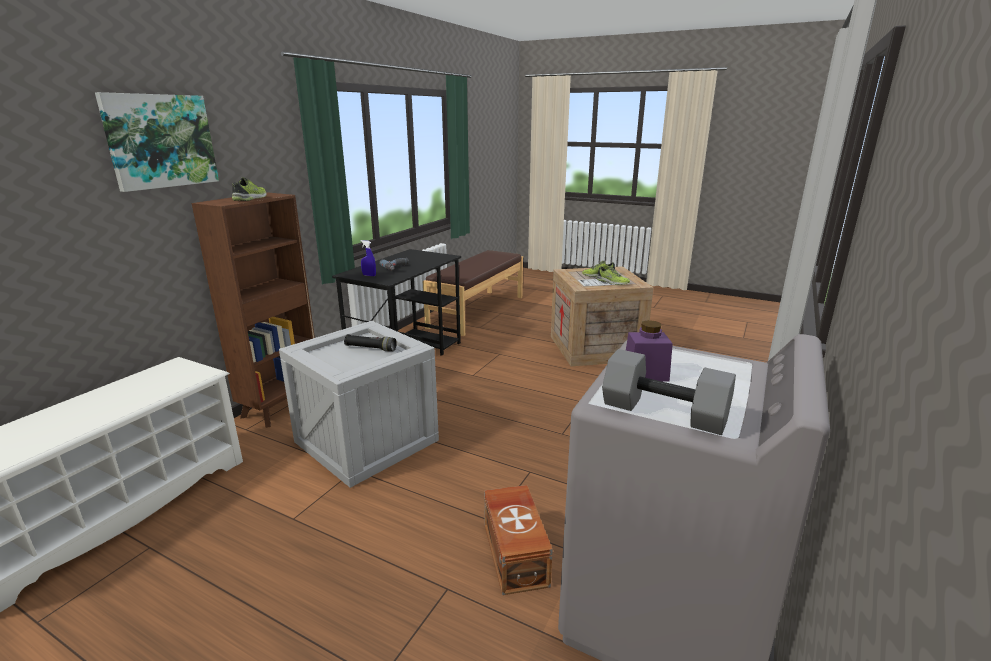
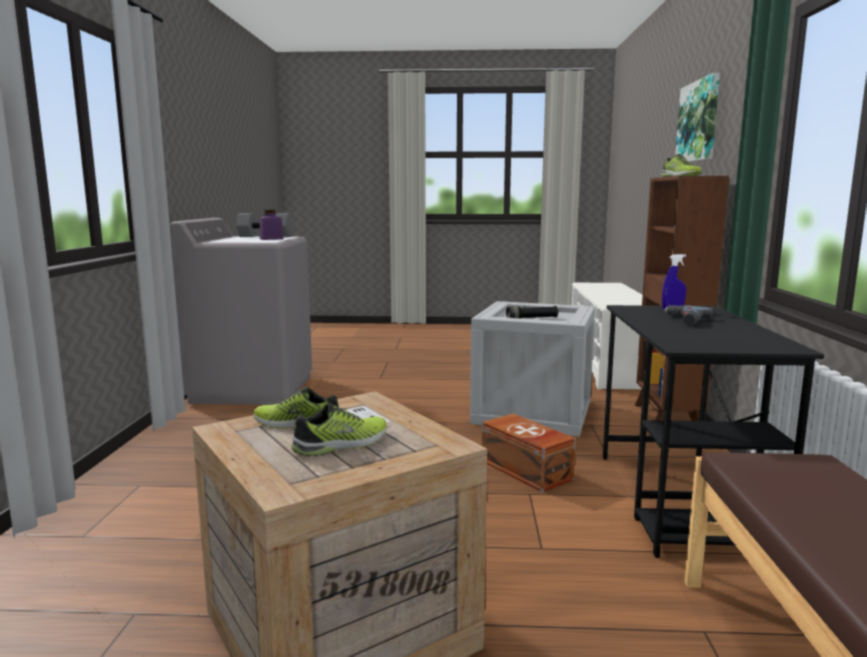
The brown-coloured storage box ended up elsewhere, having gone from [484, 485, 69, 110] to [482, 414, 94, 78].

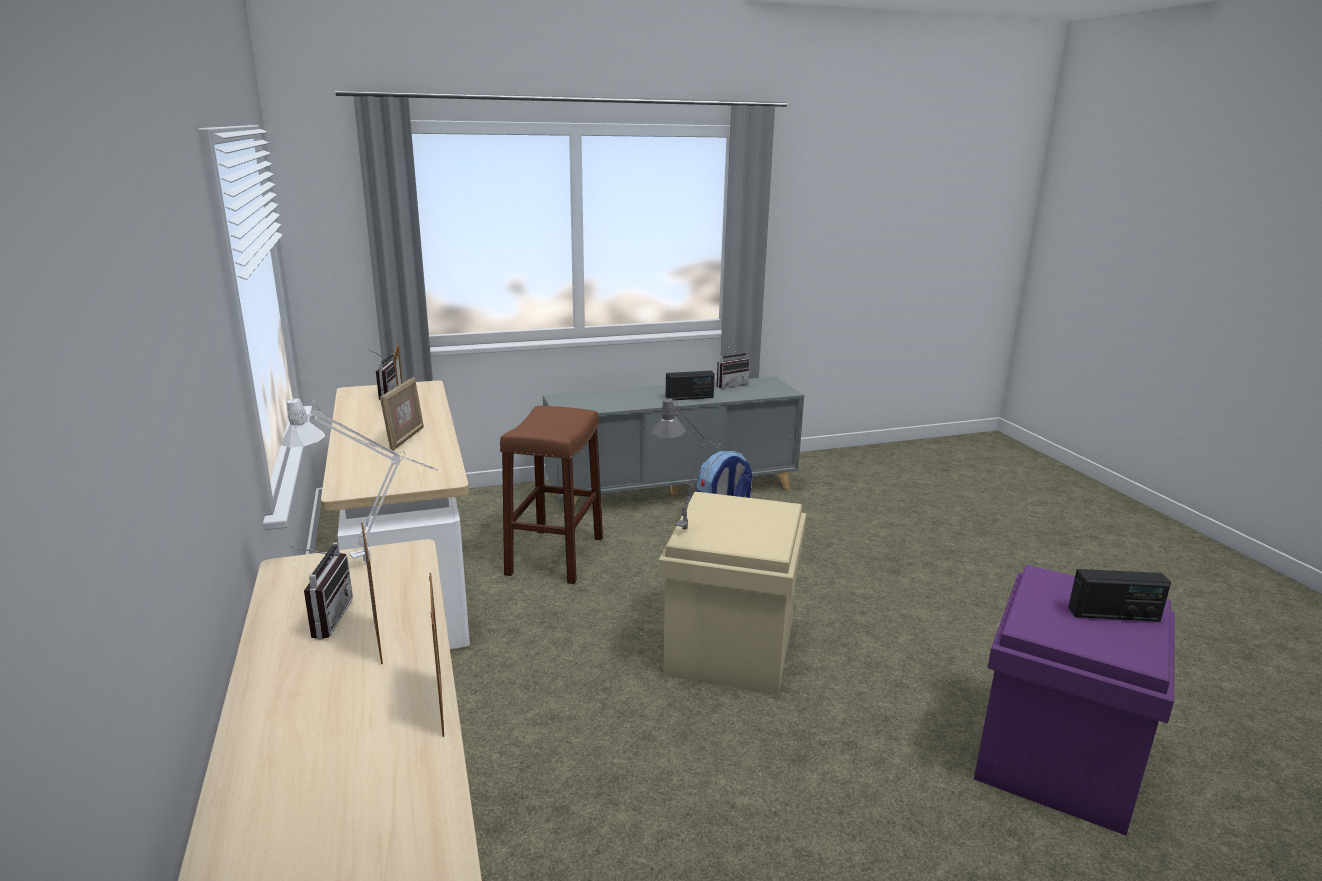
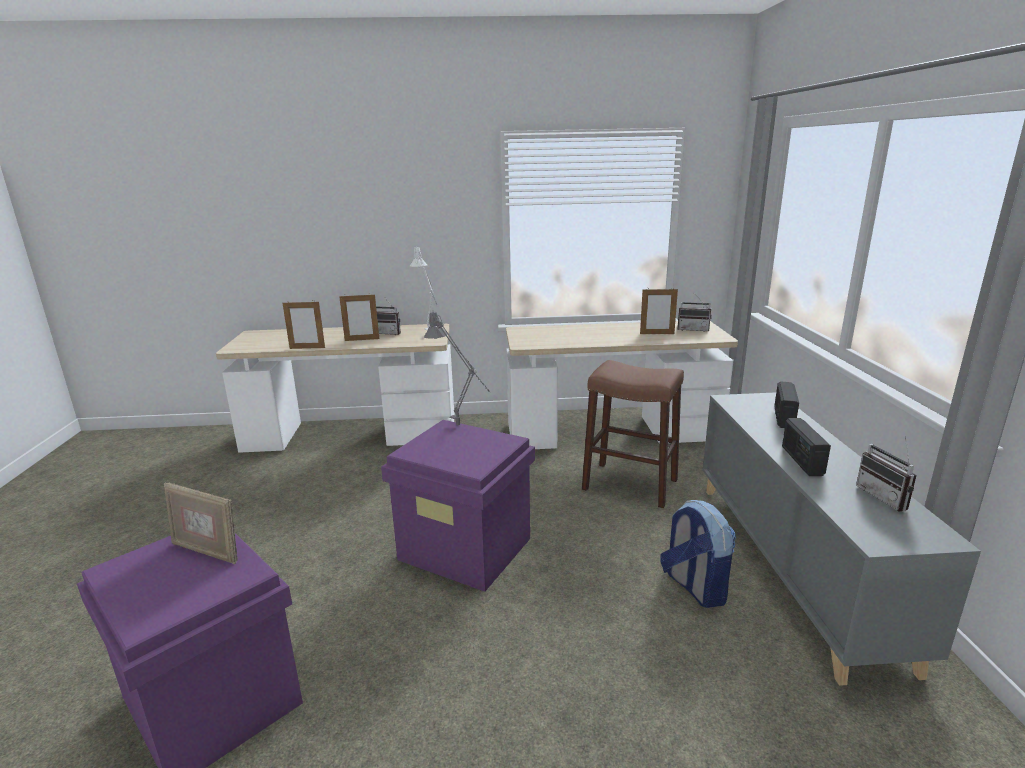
The picture frame ended up elsewhere, having gone from [380, 377, 44, 74] to [164, 483, 74, 81].
The radio ended up elsewhere, having gone from [1068, 569, 103, 53] to [774, 381, 25, 47].
What was the sand-coloured storage box at [659, 491, 147, 204] turned into the purplish storage box at [381, 420, 154, 172].

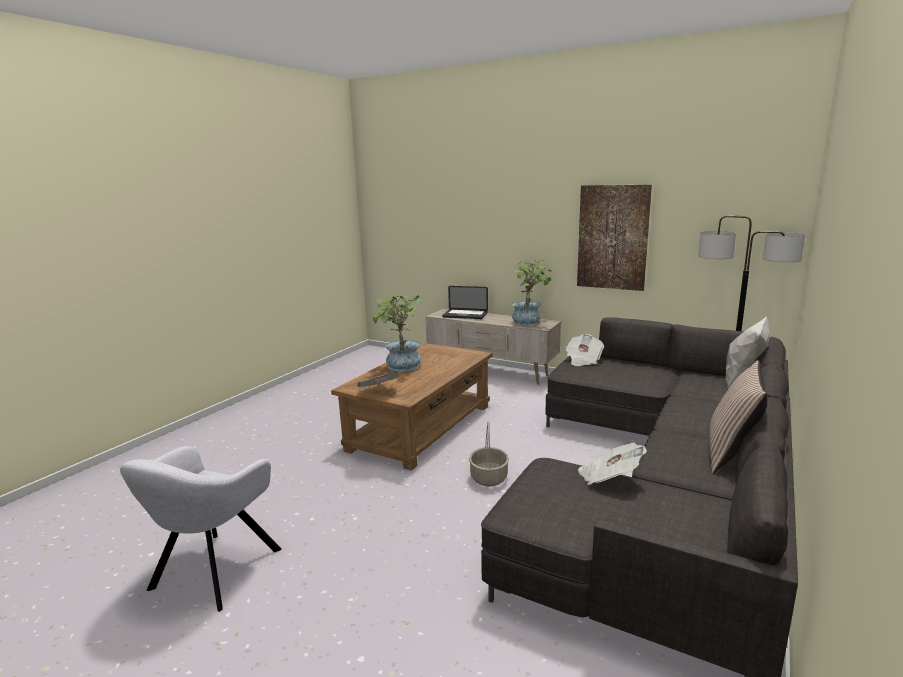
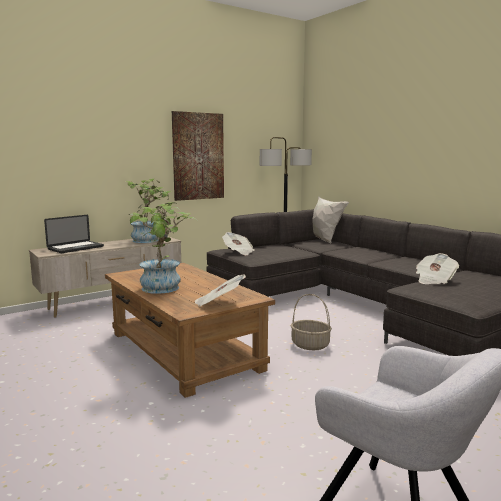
The second view lost the pillow at [709, 360, 58, 114].

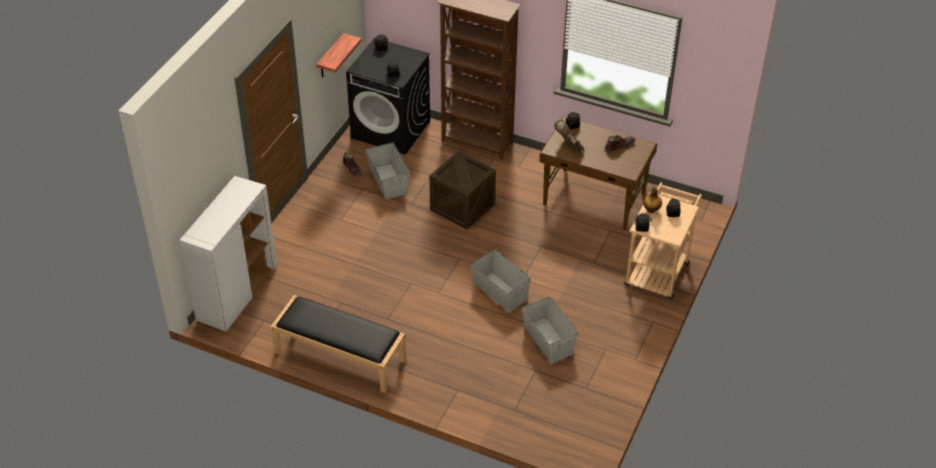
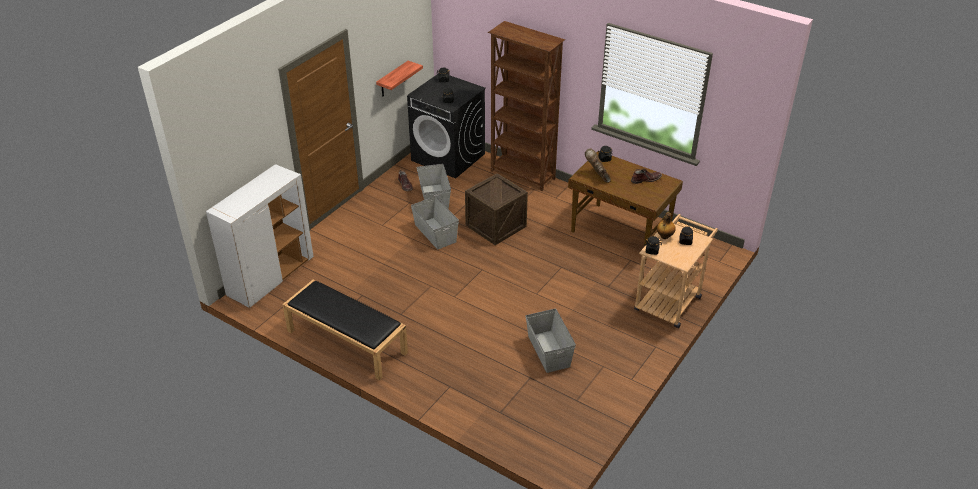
The greyish storage box ended up elsewhere, having gone from [471, 250, 60, 62] to [411, 196, 48, 53].

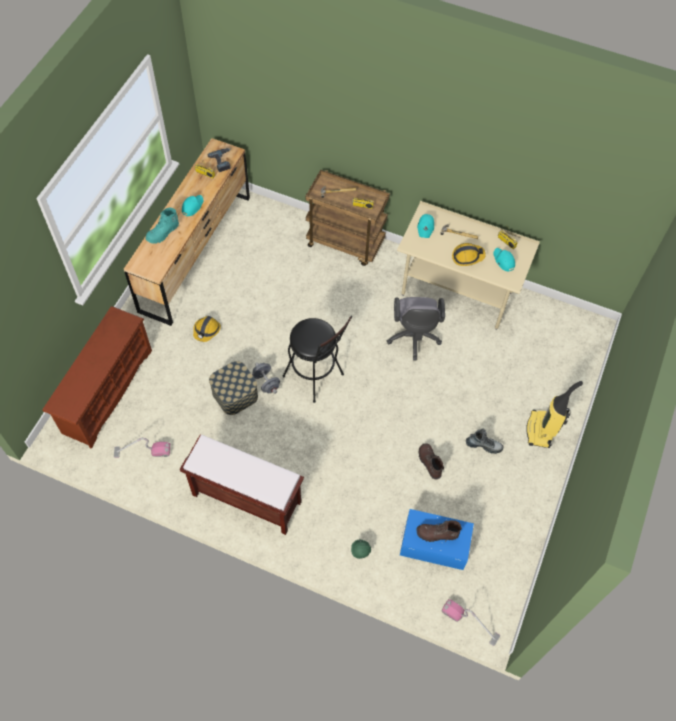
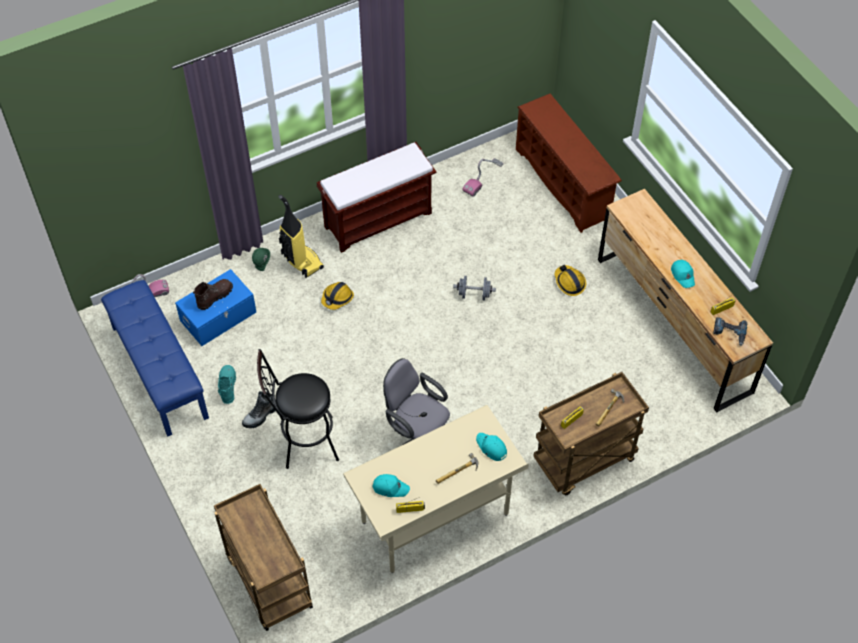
The second view lost the storage box at [209, 361, 49, 54].
The second view lost the brown-coloured high-top boot at [419, 443, 25, 36].
The second view gained the blue-coloured indoor bench at [101, 280, 108, 157].
The second view gained the brown-coloured cart at [214, 484, 99, 147].
The turquoise high-top boot ended up elsewhere, having gone from [145, 208, 34, 36] to [217, 365, 19, 39].
The black-coloured sitting stool ended up elsewhere, having gone from [283, 315, 69, 88] to [257, 349, 82, 120].
The hard hat ended up elsewhere, having gone from [452, 243, 34, 23] to [321, 282, 33, 28].
The vacuum cleaner ended up elsewhere, having gone from [526, 381, 57, 67] to [278, 195, 46, 83].

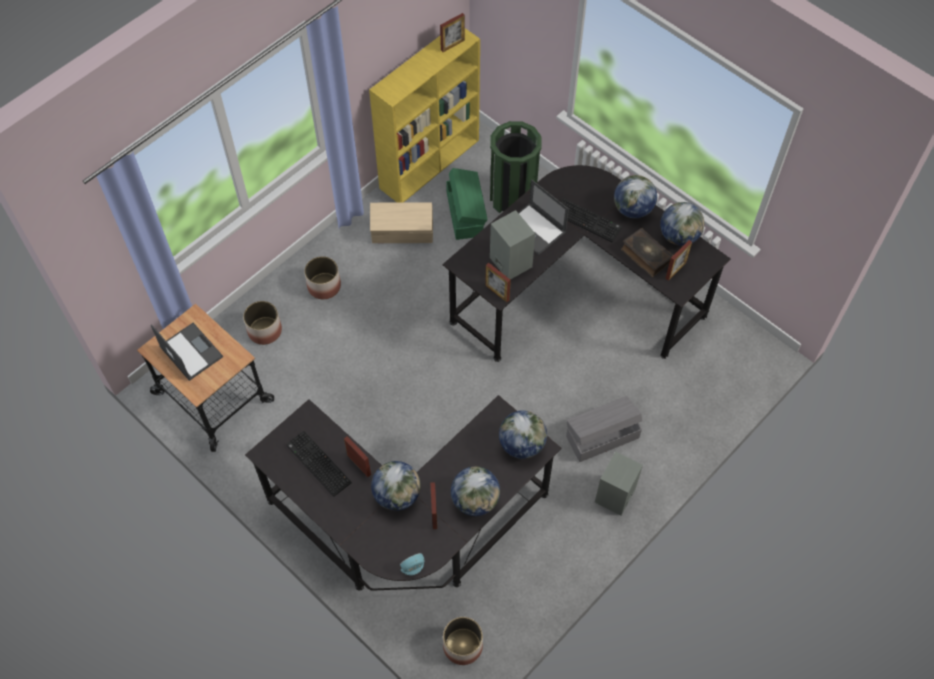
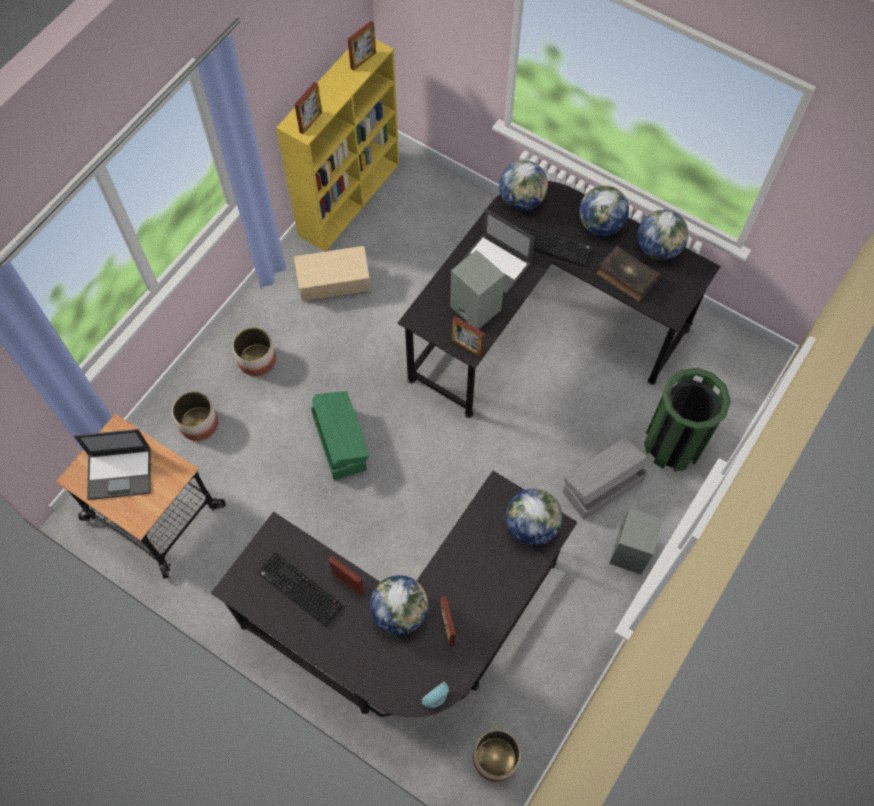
The greenish storage box ended up elsewhere, having gone from [446, 168, 42, 72] to [310, 391, 60, 89].
The world globe ended up elsewhere, having gone from [451, 466, 49, 50] to [499, 160, 49, 50].
The greenish waste bin ended up elsewhere, having gone from [490, 121, 52, 92] to [644, 368, 87, 103].
The picture frame ended up elsewhere, having gone from [665, 240, 27, 41] to [295, 82, 27, 52].
The laptop at [151, 323, 72, 58] ended up facing another way, 135 degrees clockwise from before.

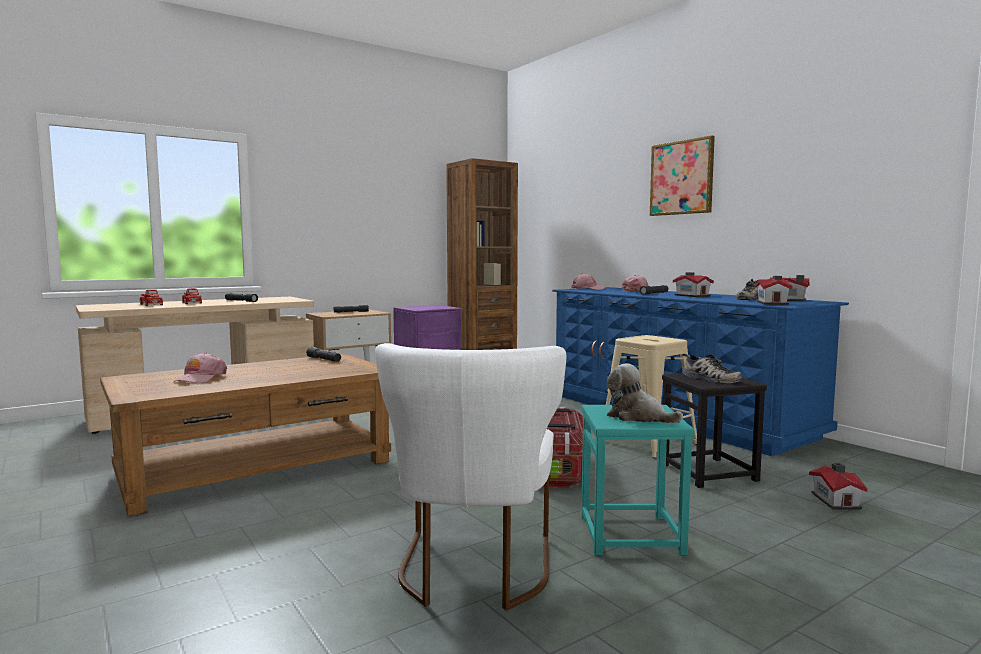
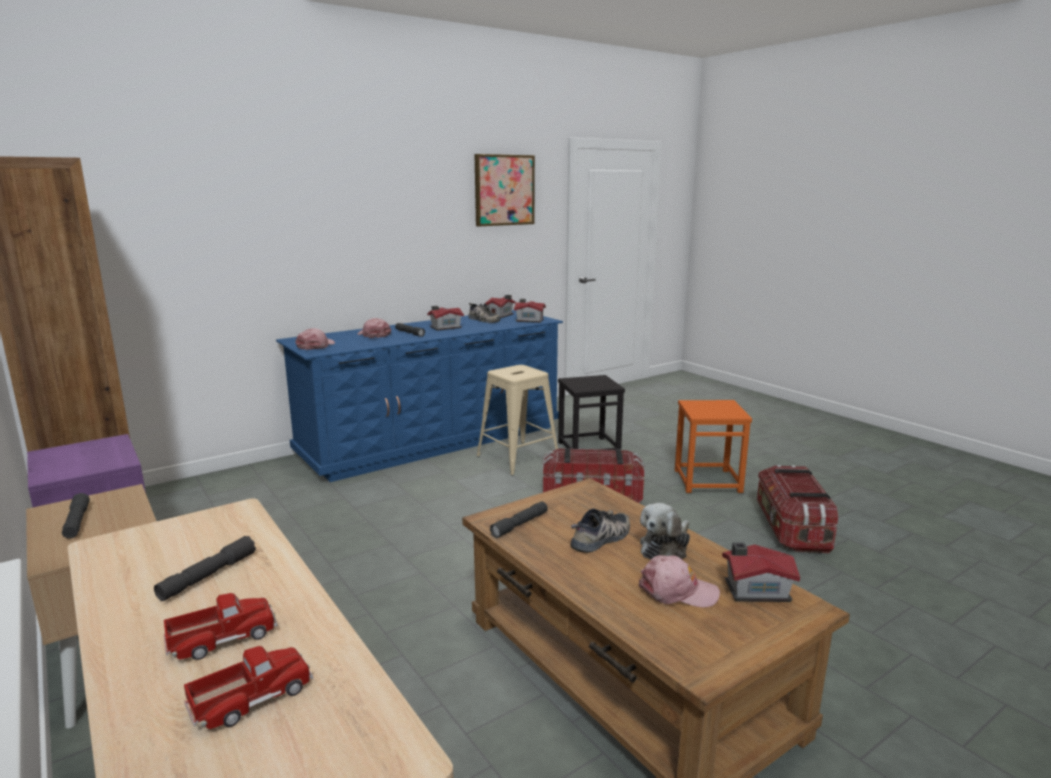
The soft toy ended up elsewhere, having gone from [606, 363, 77, 60] to [640, 503, 50, 56].
The wall art ended up elsewhere, having gone from [650, 135, 65, 81] to [474, 154, 61, 72].
The shoe ended up elsewhere, having gone from [682, 354, 60, 29] to [571, 508, 59, 45].
The miniature house ended up elsewhere, having gone from [809, 463, 59, 47] to [722, 542, 78, 60].
Where the whitish upright chair stood at [375, 343, 191, 268], the storage box came to stand at [757, 465, 81, 88].
What was the turquoise sitting stool at [581, 405, 114, 150] turned into the orange sitting stool at [675, 400, 77, 93].

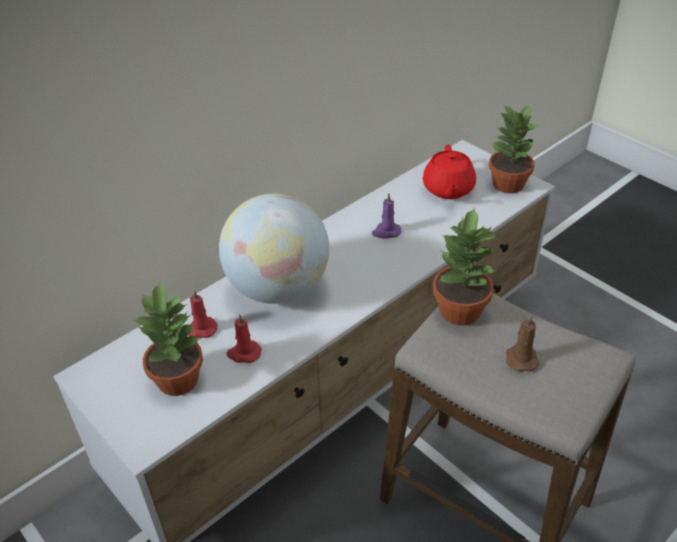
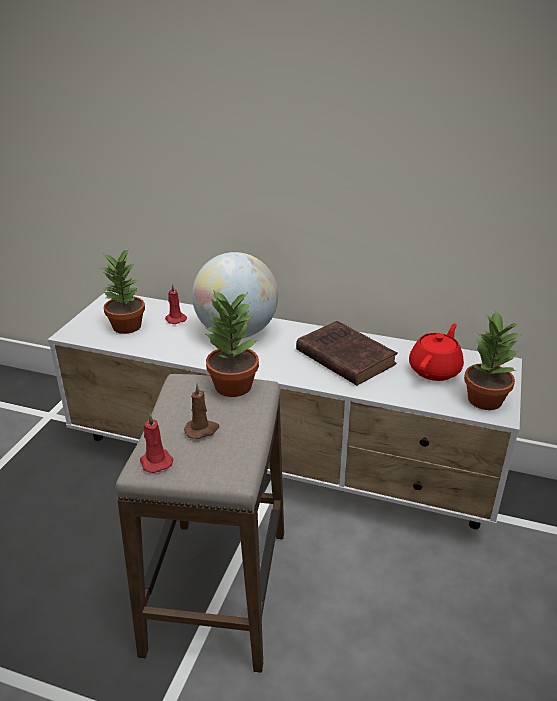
The red wax light ended up elsewhere, having gone from [226, 314, 35, 49] to [140, 413, 34, 60].
Where the purplish wax light stood at [372, 193, 29, 46], the brown-coloured bound book came to stand at [296, 321, 102, 65].
The red tea pot at [423, 145, 53, 54] ended up facing another way, 150 degrees clockwise from before.

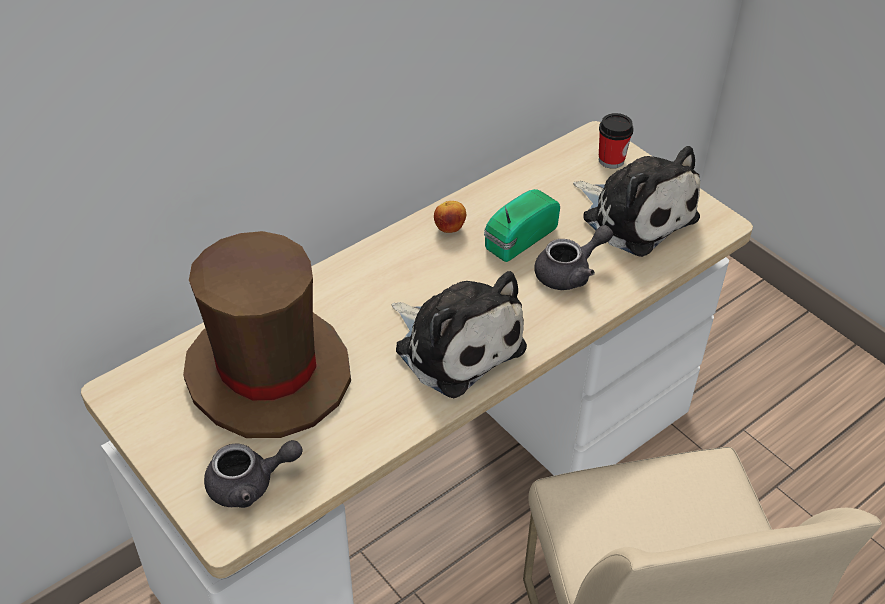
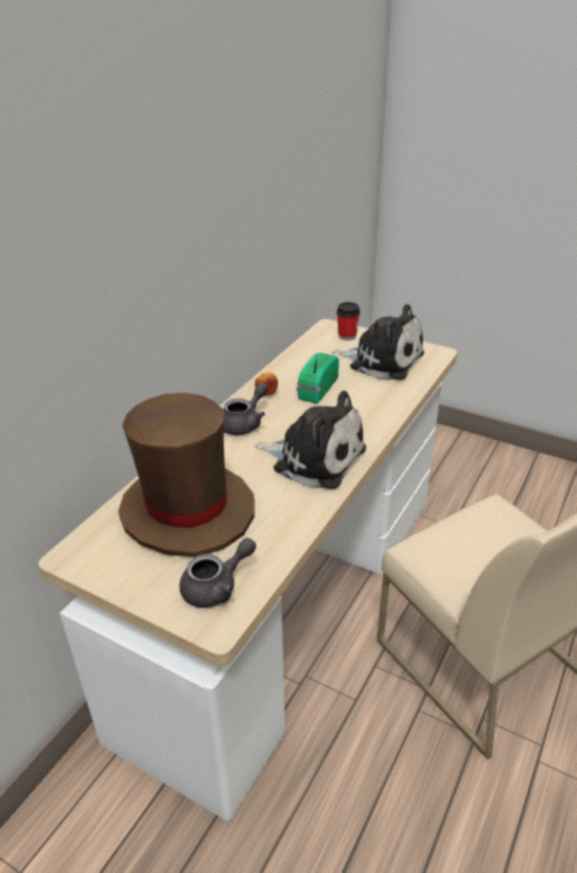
The greyish tea pot ended up elsewhere, having gone from [534, 225, 79, 65] to [223, 383, 45, 52].

